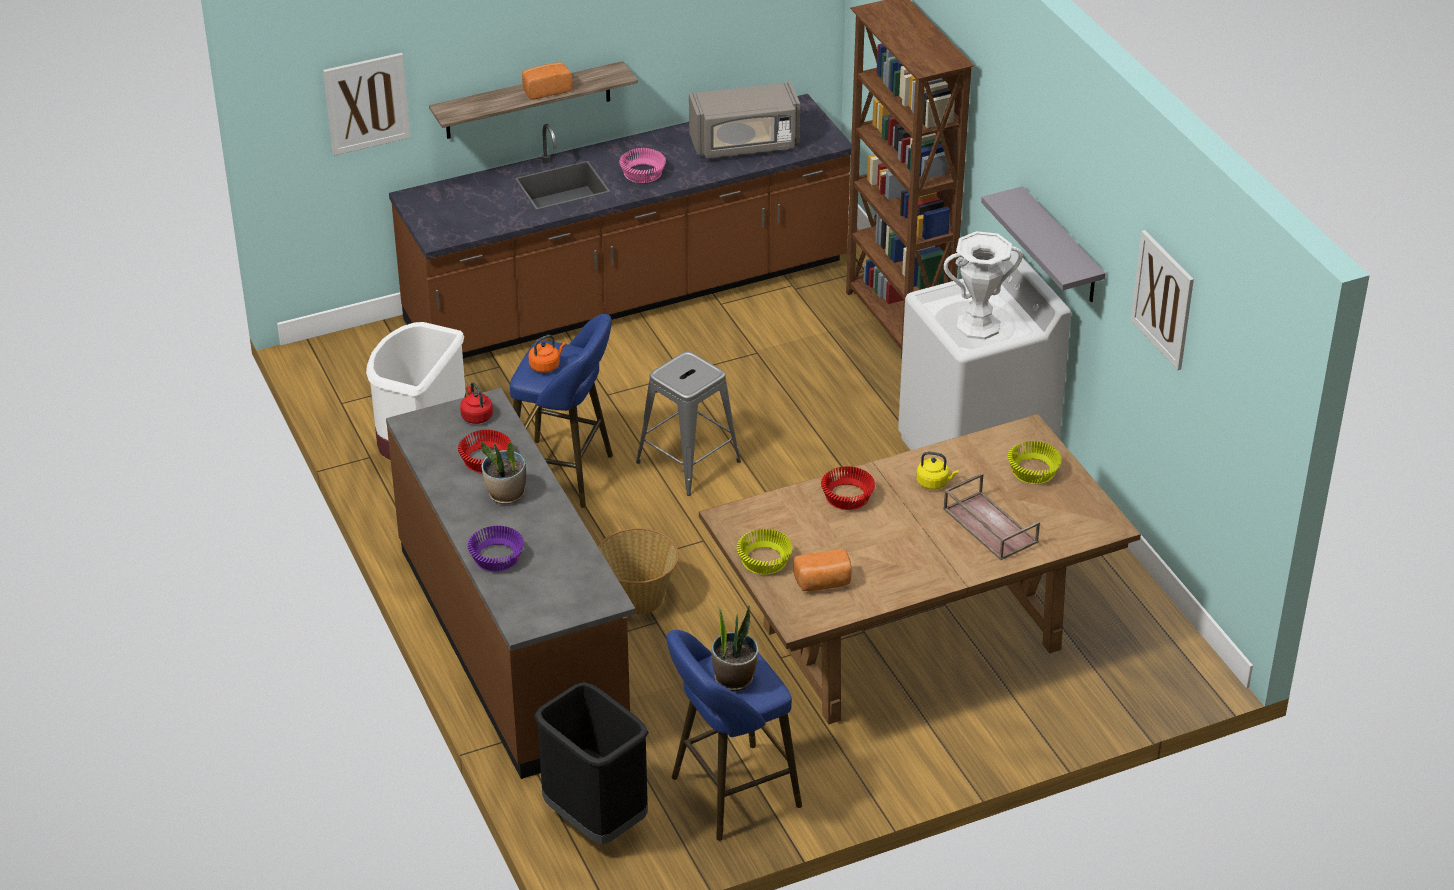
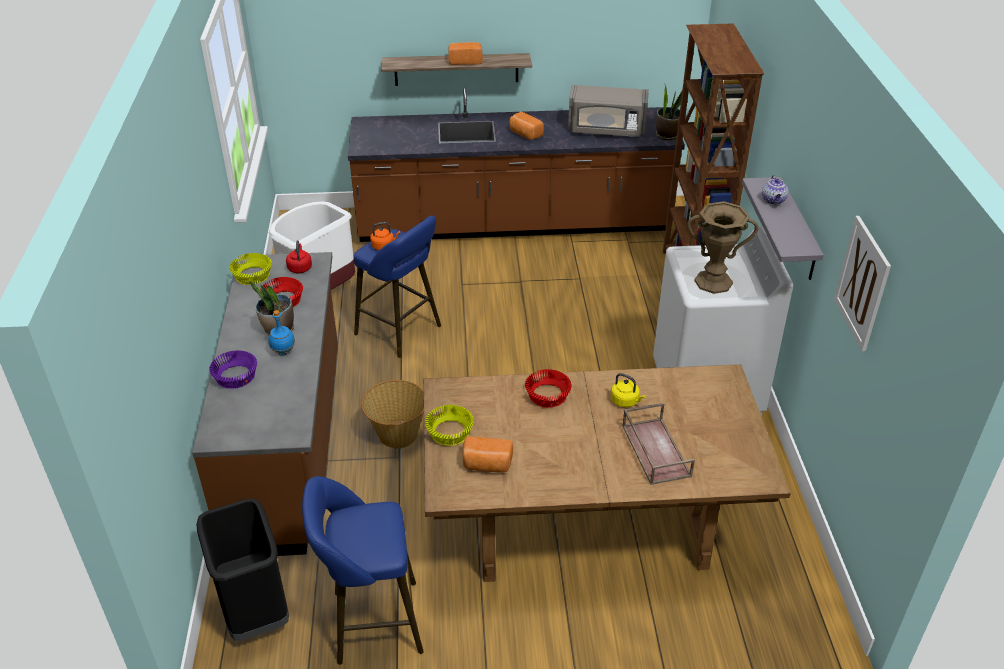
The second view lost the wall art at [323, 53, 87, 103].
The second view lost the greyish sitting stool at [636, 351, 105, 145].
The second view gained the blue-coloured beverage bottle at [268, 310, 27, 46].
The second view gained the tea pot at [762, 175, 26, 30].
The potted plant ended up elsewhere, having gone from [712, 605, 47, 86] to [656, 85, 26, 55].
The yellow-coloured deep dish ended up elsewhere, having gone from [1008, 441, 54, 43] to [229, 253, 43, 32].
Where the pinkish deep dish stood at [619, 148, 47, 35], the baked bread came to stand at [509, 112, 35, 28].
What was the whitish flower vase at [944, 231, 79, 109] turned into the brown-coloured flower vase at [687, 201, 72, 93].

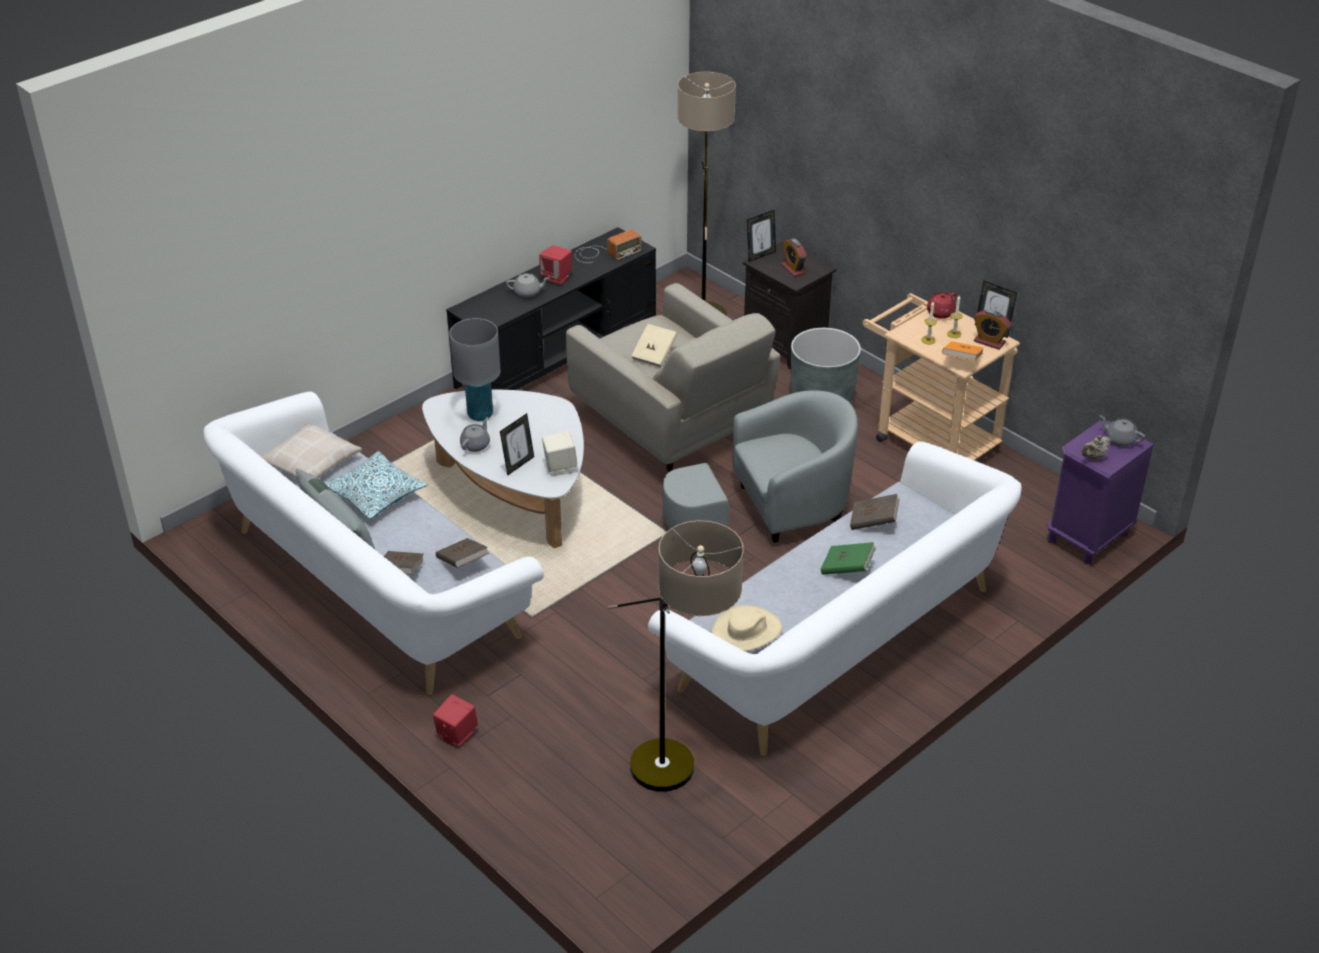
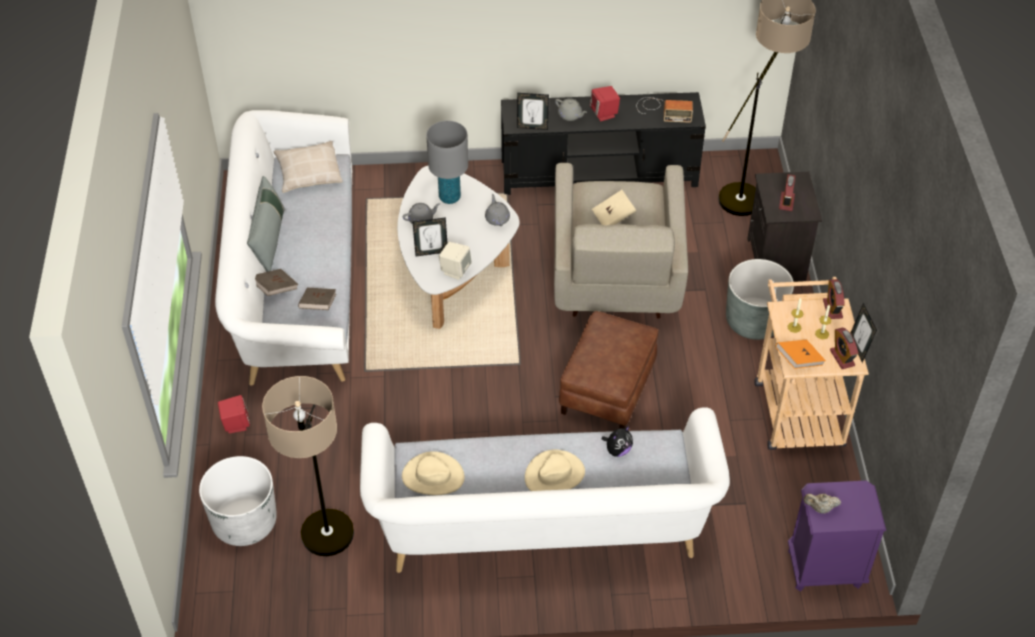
The second view lost the pillow at [324, 451, 104, 68].
The second view gained the whitish flower pot at [199, 456, 78, 90].
The picture frame ended up elsewhere, having gone from [747, 210, 29, 52] to [517, 93, 32, 37].
The greyish tea pot ended up elsewhere, having gone from [1099, 415, 46, 32] to [485, 194, 25, 32].
Where the greyish armchair stood at [663, 391, 195, 152], the brown-coloured footrest came to stand at [559, 311, 99, 118].
Where the greenish bound book stood at [821, 542, 55, 33], the sand-coloured wearable hat came to stand at [525, 449, 60, 42].
Where the brown-coloured bound book stood at [850, 494, 49, 36], the soft toy came to stand at [601, 426, 32, 31].
Where the red tea pot stood at [927, 293, 29, 26], the table clock came to stand at [823, 279, 22, 40].

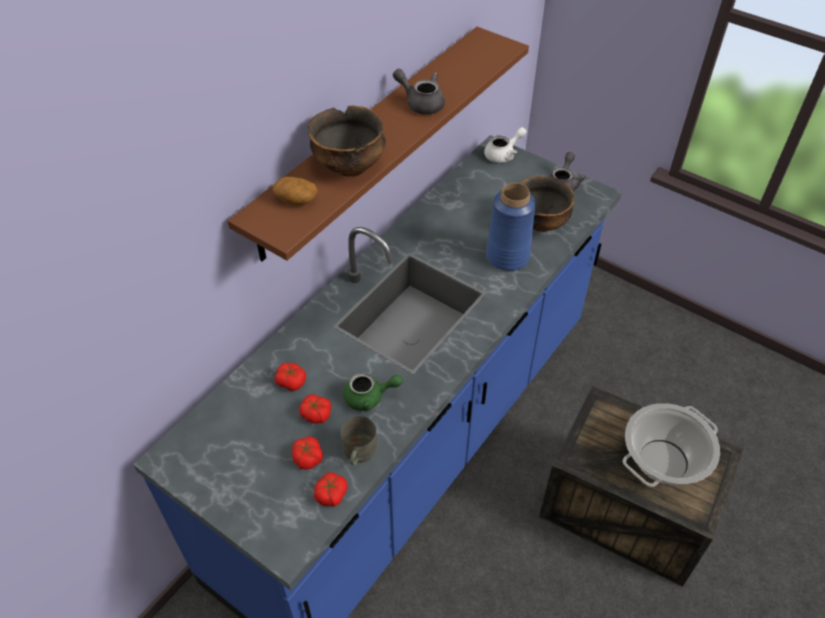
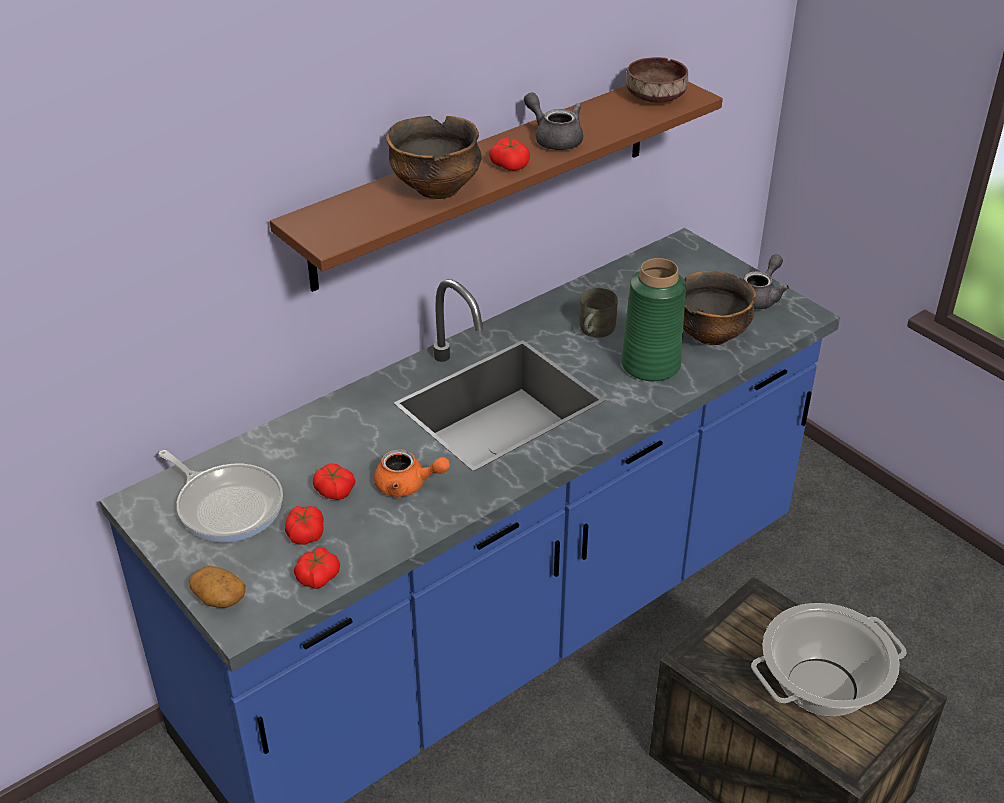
The second view lost the whitish tea pot at [484, 127, 43, 36].
The second view gained the skillet at [158, 450, 125, 92].
The second view gained the brown-coloured deep dish at [626, 57, 62, 45].
The whole potato ended up elsewhere, having gone from [272, 177, 46, 28] to [189, 566, 57, 42].
The tomato ended up elsewhere, having gone from [274, 362, 32, 29] to [489, 138, 41, 33].
The greyish tea mug ended up elsewhere, having gone from [341, 416, 36, 50] to [579, 288, 39, 50].
What was the greenish tea pot at [343, 373, 60, 38] turned into the orange tea pot at [374, 449, 76, 48].
What was the blue-coloured flower vase at [486, 183, 50, 88] turned into the greenish flower vase at [621, 258, 65, 123].

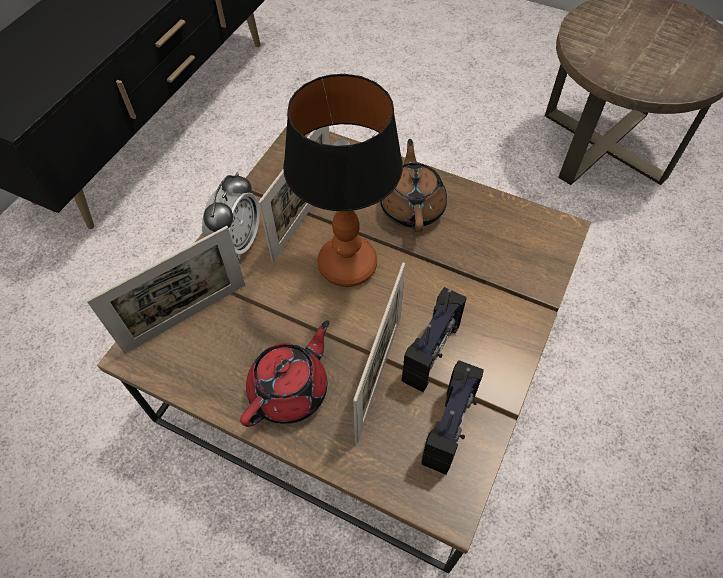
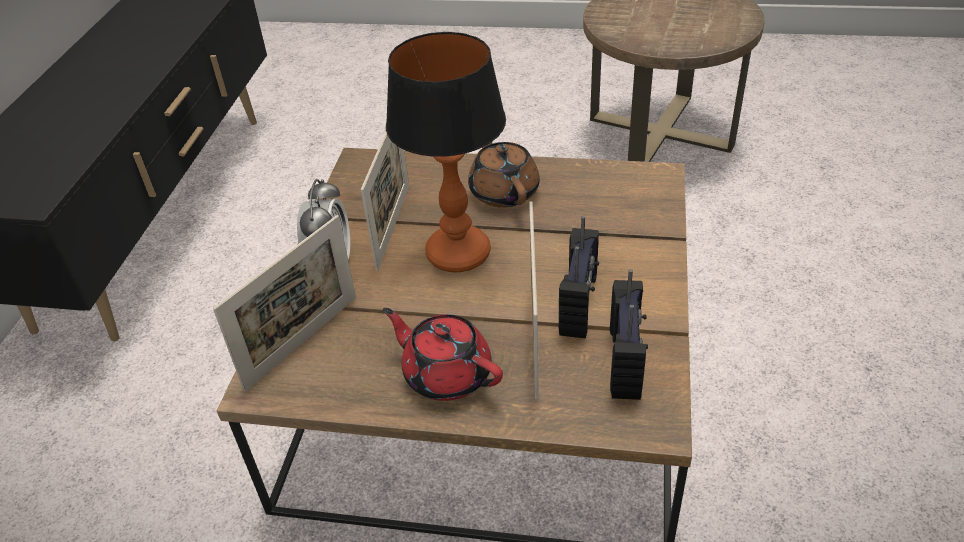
The red tea pot at [240, 320, 90, 107] ended up facing another way, 75 degrees counterclockwise from before.

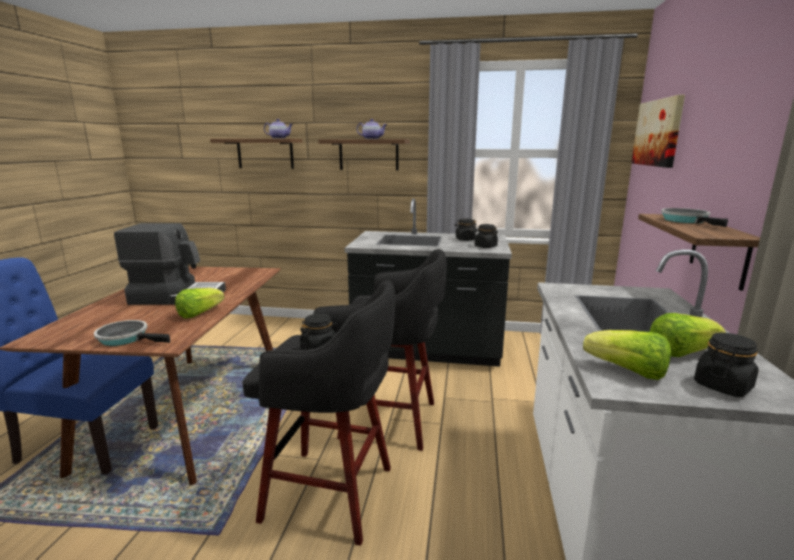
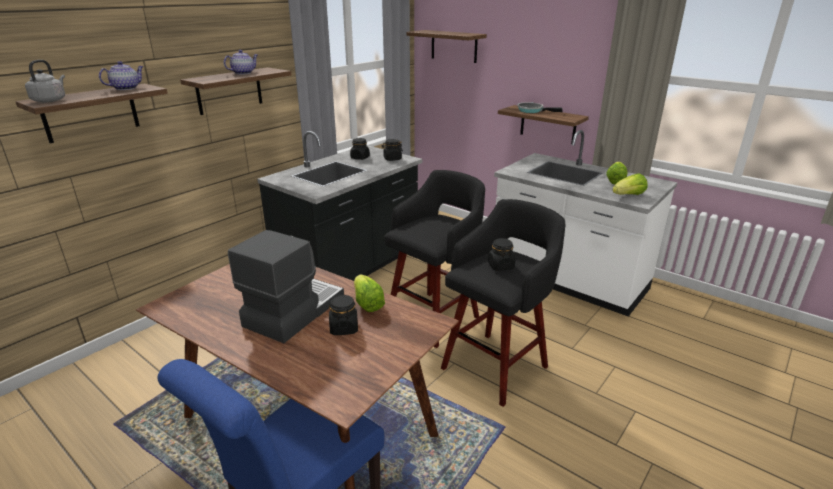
The second view lost the skillet at [94, 320, 76, 26].
The second view gained the greyish water kettle at [25, 60, 40, 42].
The black-coloured storage jar ended up elsewhere, having gone from [694, 333, 64, 64] to [329, 295, 29, 40].
Where the wall art hung at [631, 95, 54, 73], the wall shelf came to hang at [407, 30, 80, 33].

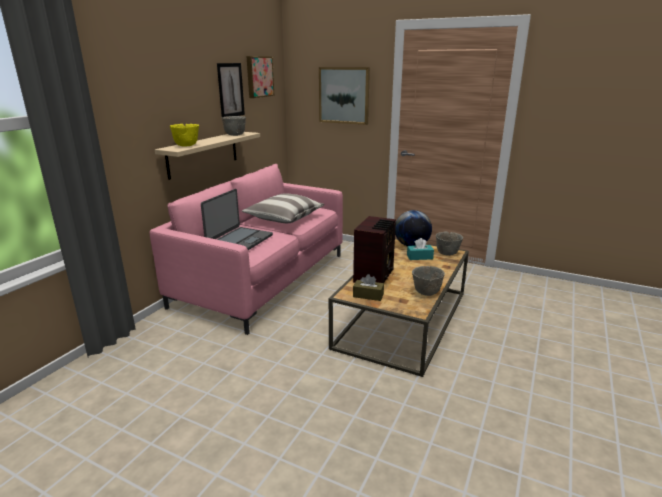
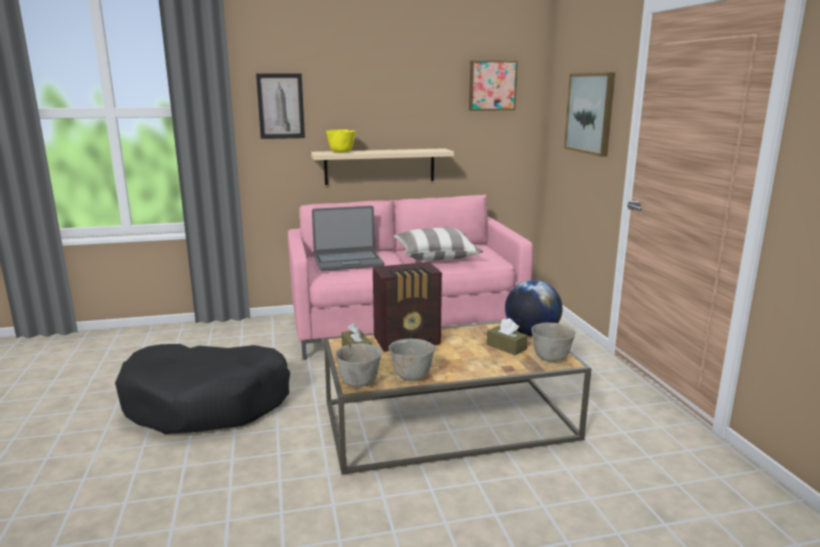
The second view gained the black-coloured dog cushion at [115, 344, 175, 90].
The wall art ended up elsewhere, having gone from [217, 63, 28, 54] to [256, 73, 49, 66].
The greyish deep dish ended up elsewhere, having gone from [221, 116, 25, 20] to [335, 343, 47, 44].
What was the turquoise tissue box at [407, 238, 27, 22] turned into the brown-coloured tissue box at [487, 318, 41, 37].

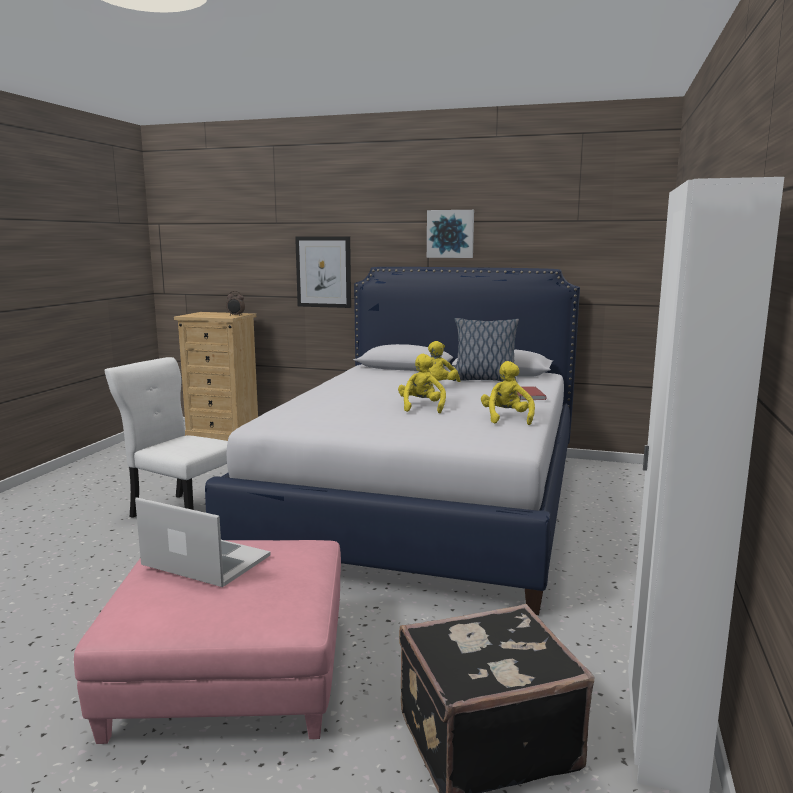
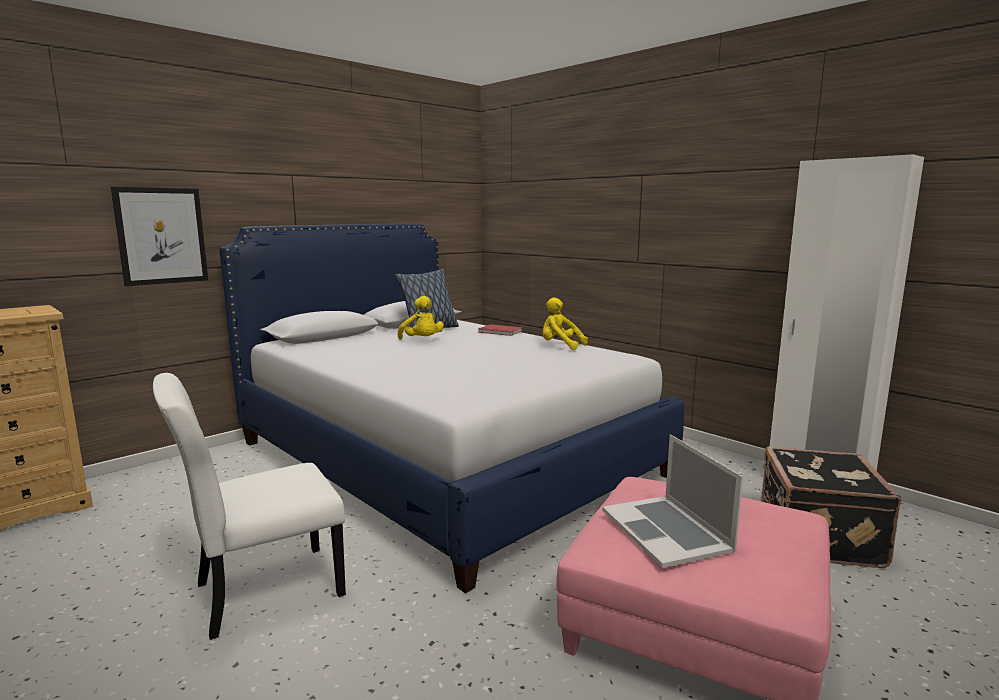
The second view lost the table clock at [226, 291, 19, 25].
The second view lost the yellow-coloured soft toy at [398, 354, 48, 59].
The second view lost the wall art at [427, 210, 47, 48].
The laptop at [135, 497, 135, 90] ended up facing another way, 75 degrees counterclockwise from before.

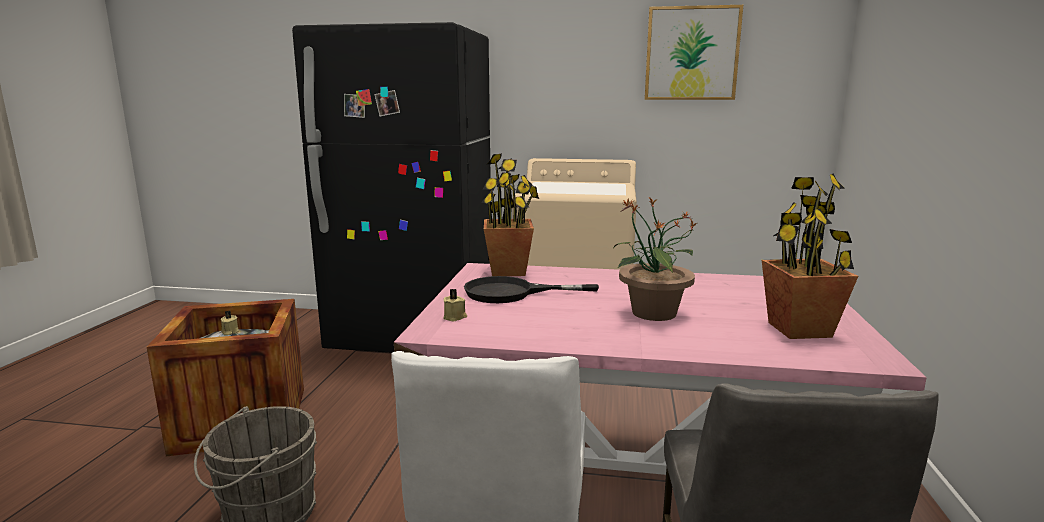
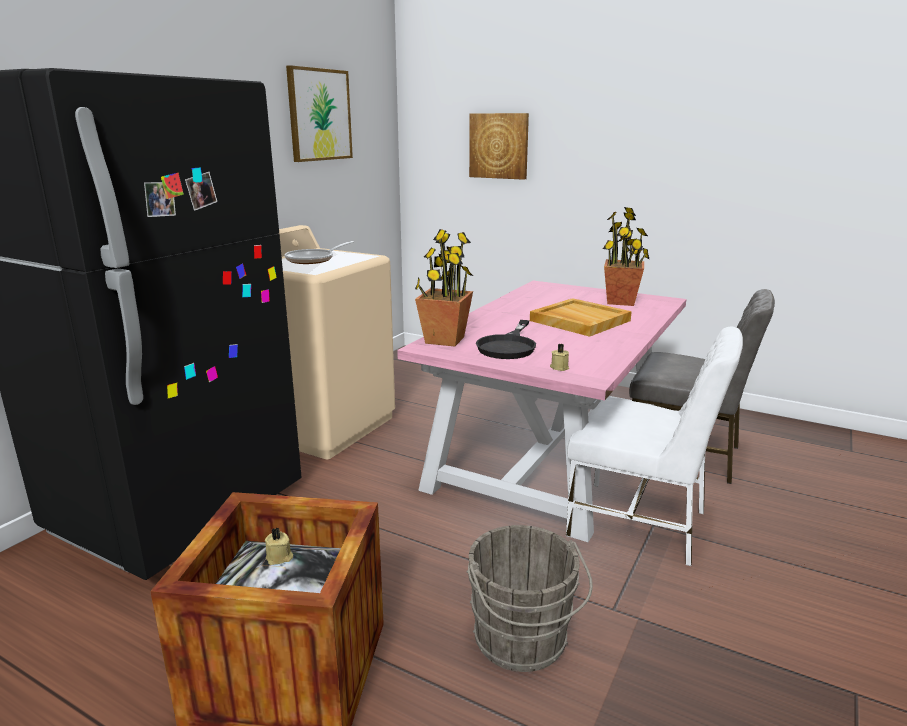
The second view gained the skillet at [285, 241, 69, 23].
The second view gained the wall art at [469, 113, 60, 67].
Where the potted plant stood at [613, 197, 84, 124], the sand-coloured tray came to stand at [530, 298, 102, 39].

